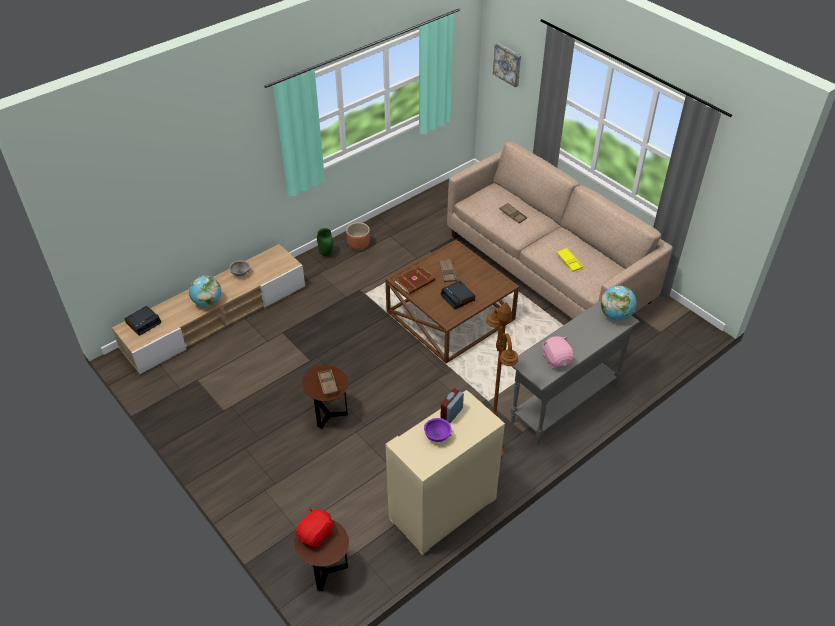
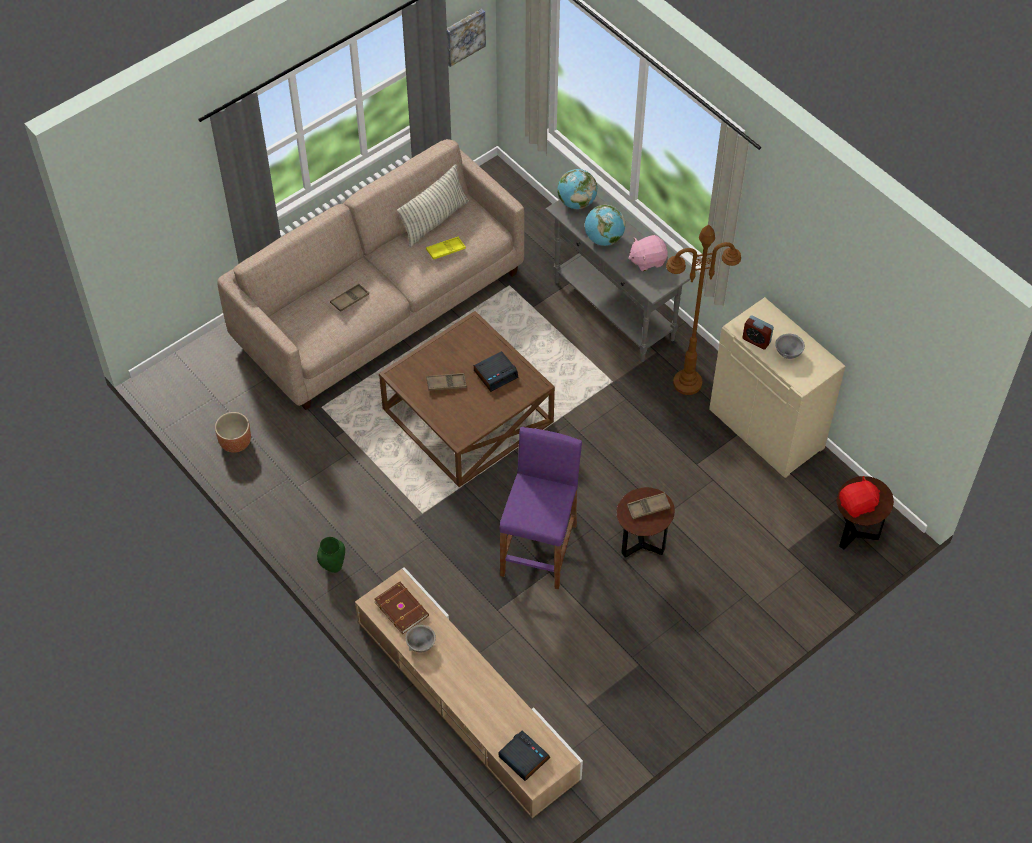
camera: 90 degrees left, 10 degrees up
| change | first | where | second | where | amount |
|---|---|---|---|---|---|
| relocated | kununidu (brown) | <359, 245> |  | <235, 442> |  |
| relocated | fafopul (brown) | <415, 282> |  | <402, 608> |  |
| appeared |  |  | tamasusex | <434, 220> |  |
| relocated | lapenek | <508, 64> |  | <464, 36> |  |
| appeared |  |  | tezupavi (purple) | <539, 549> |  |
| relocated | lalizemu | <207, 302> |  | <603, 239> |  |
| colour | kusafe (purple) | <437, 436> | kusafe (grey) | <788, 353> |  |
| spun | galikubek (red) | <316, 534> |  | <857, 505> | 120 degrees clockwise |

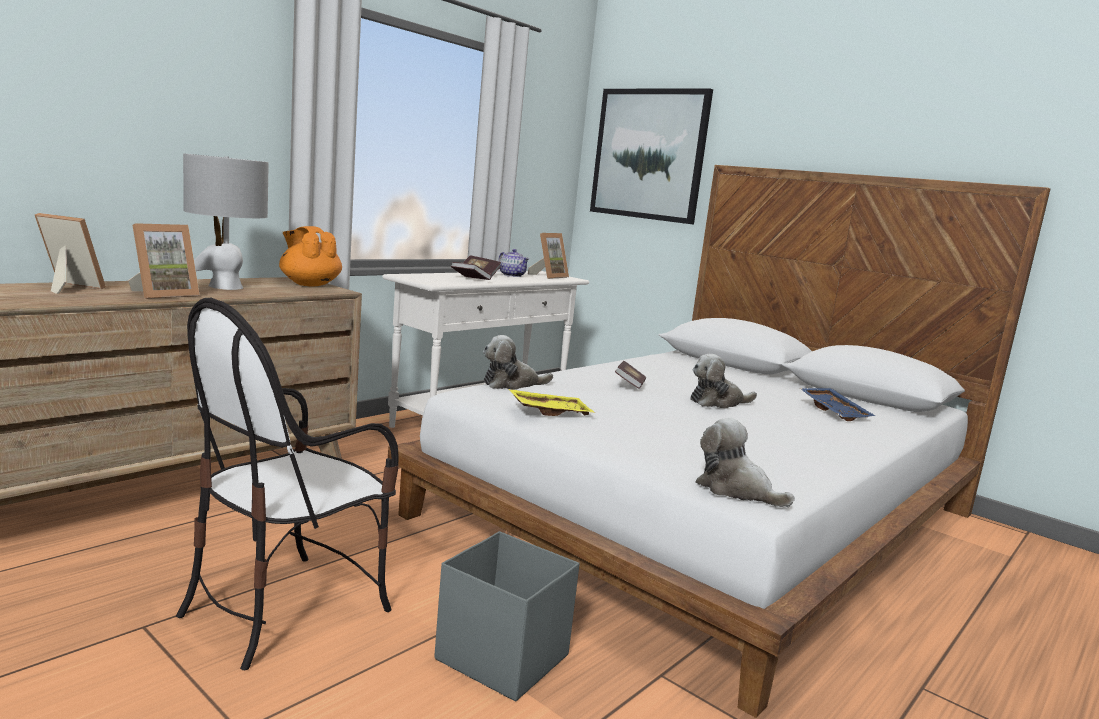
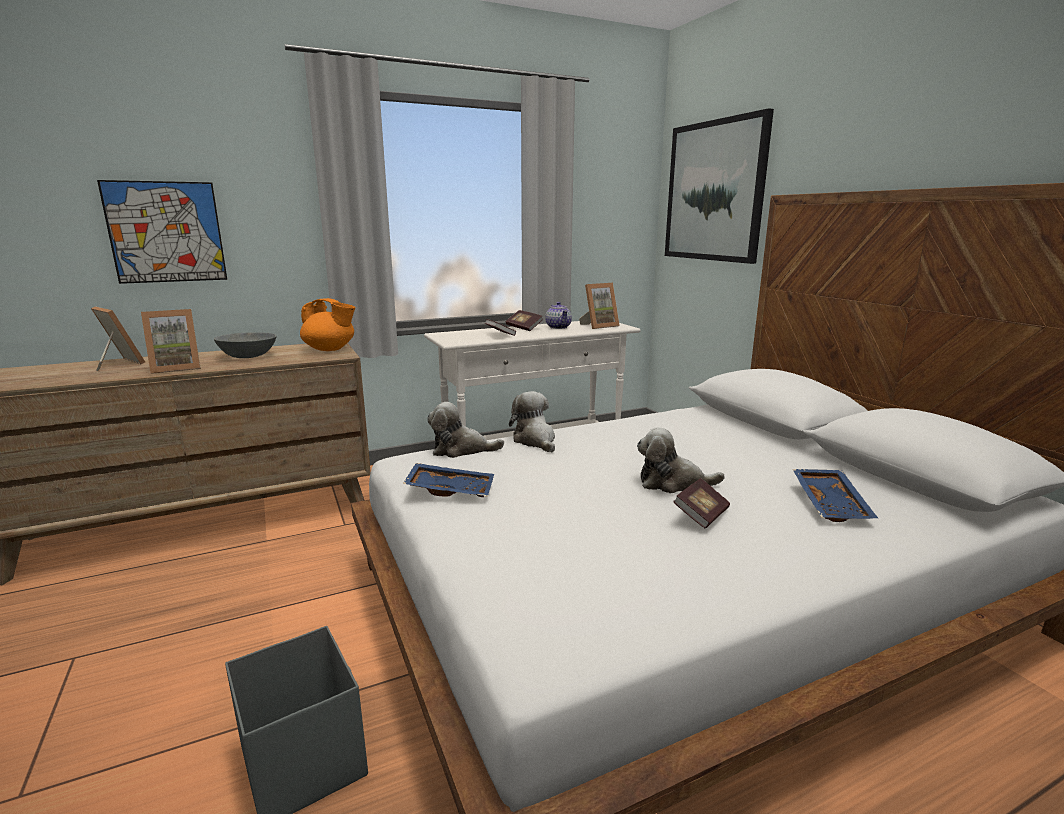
camera: 25 degrees right, 5 degrees up
| change | first | where | second | where | amount |
|---|---|---|---|---|---|
| appeared |  |  | lapenek | <166, 232> |  |
| exchanged | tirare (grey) | <225, 287> | kusafe (grey) | <248, 356> |  |
| spun | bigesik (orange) | <309, 284> |  | <330, 349> | 135 degrees clockwise |
| colour | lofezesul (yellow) | <549, 412> | lofezesul (blue) | <451, 489> |  |
| relocated | galikubek | <736, 490> |  | <535, 440> |  |
| relocated | fafopul | <629, 384> |  | <701, 515> |  |
| missing | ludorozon | <285, 608> |  |  |  |

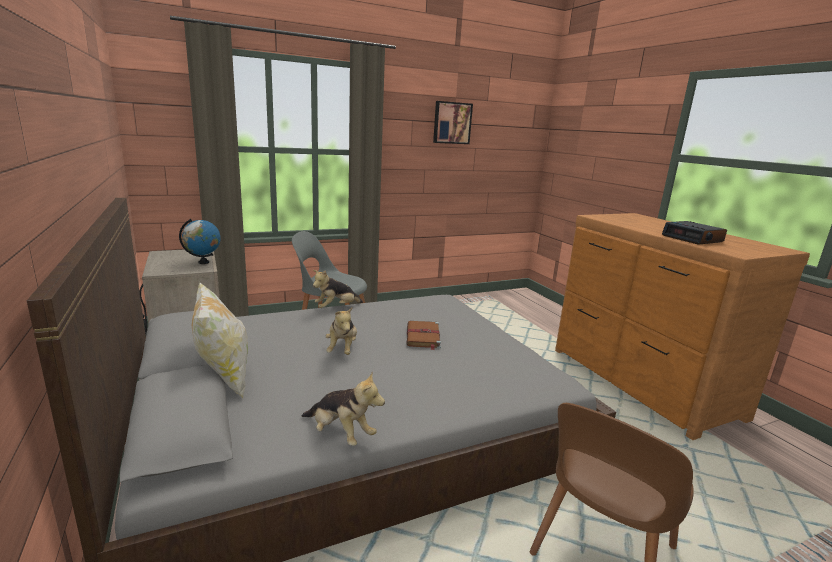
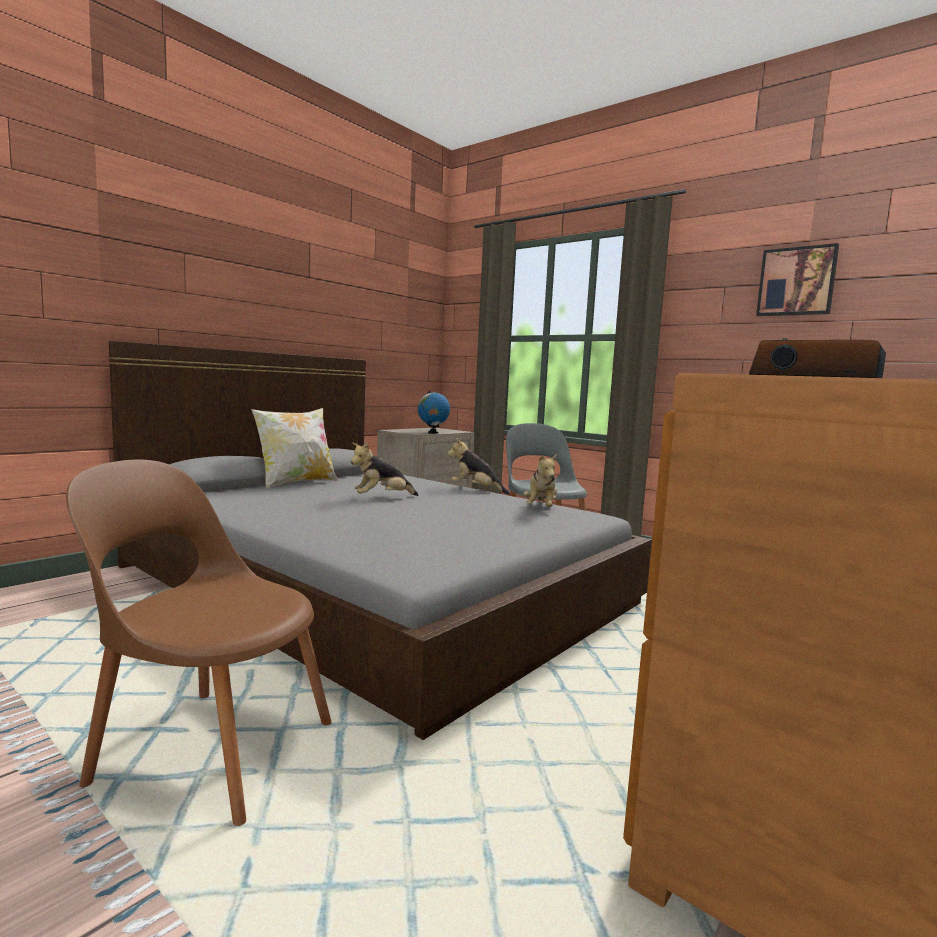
camera: 65 degrees right, 10 degrees down
| change | first | where | second | where | amount |
|---|---|---|---|---|---|
| relocated | galikubek | <340, 434> |  | <541, 508> |  |
| missing | fafopul (brown) | <423, 336> |  |  |  |

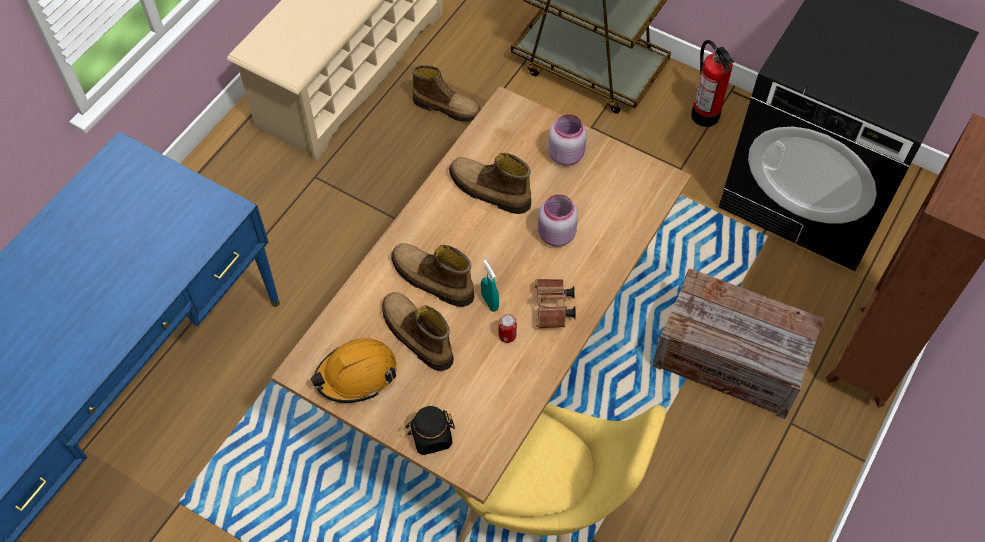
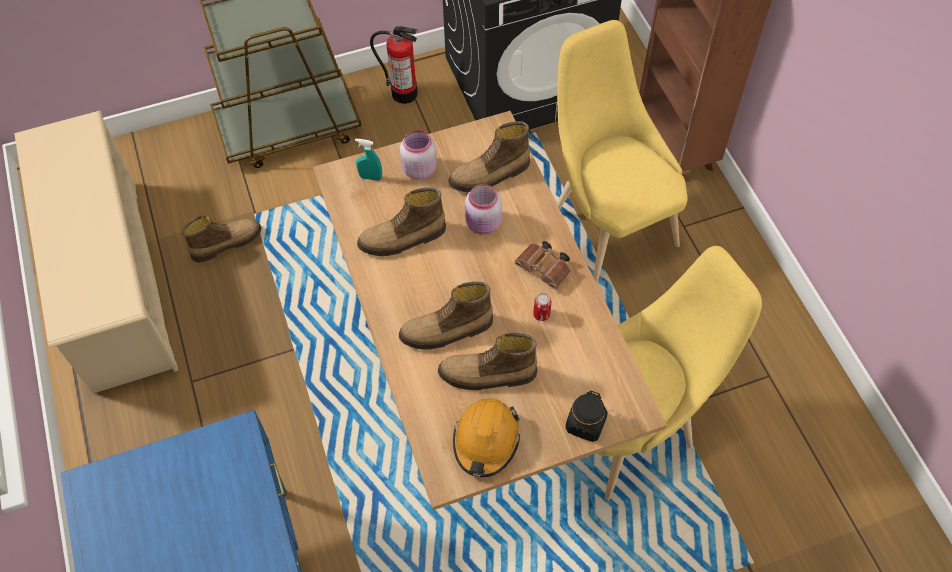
camera: 50 degrees left, 0 degrees up
| change | first | where | second | where | amount |
|---|---|---|---|---|---|
| relocated | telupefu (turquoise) | <489, 302> |  | <370, 177> |  |
| appeared |  |  | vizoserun | <490, 176> |  |
| exchanged | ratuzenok | <731, 359> | ludorozon (yellow) | <608, 223> |  |

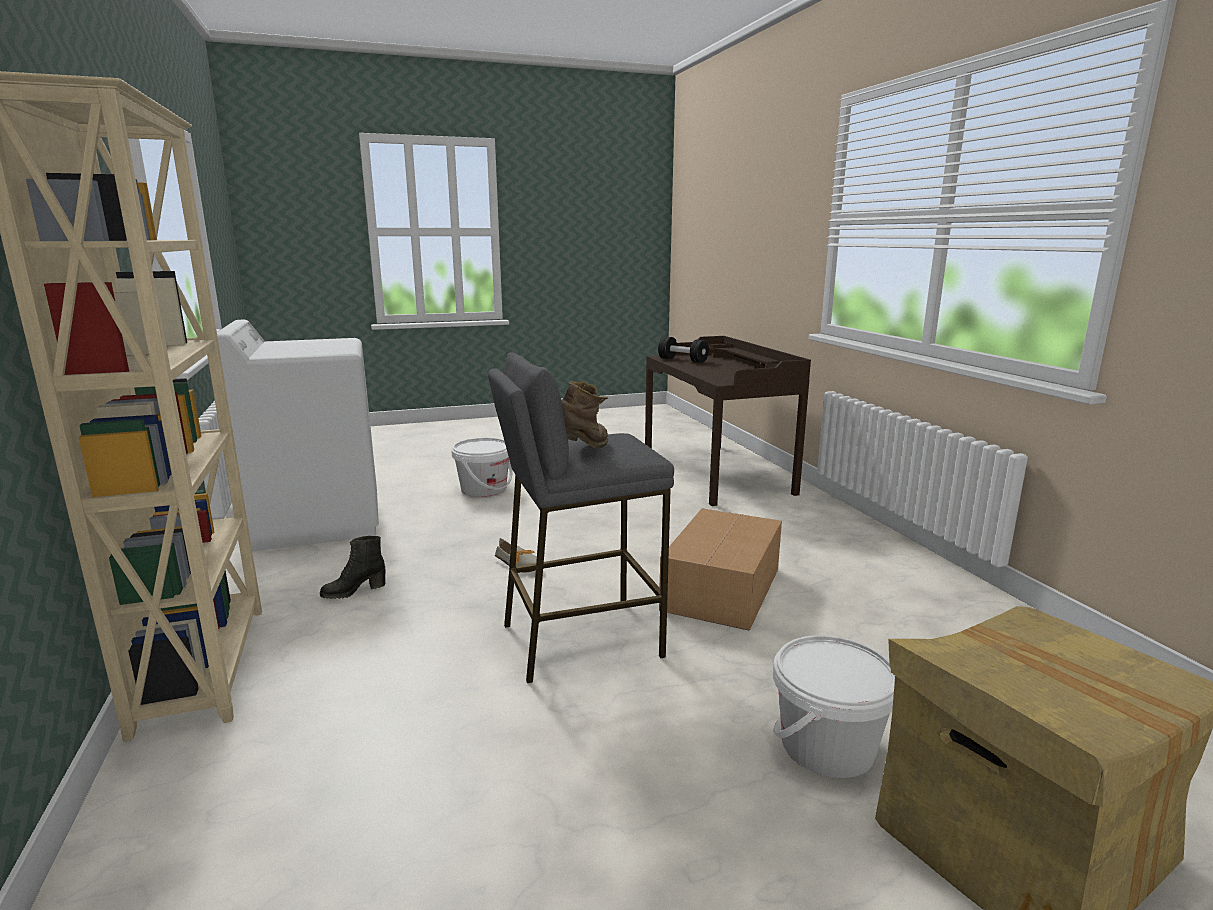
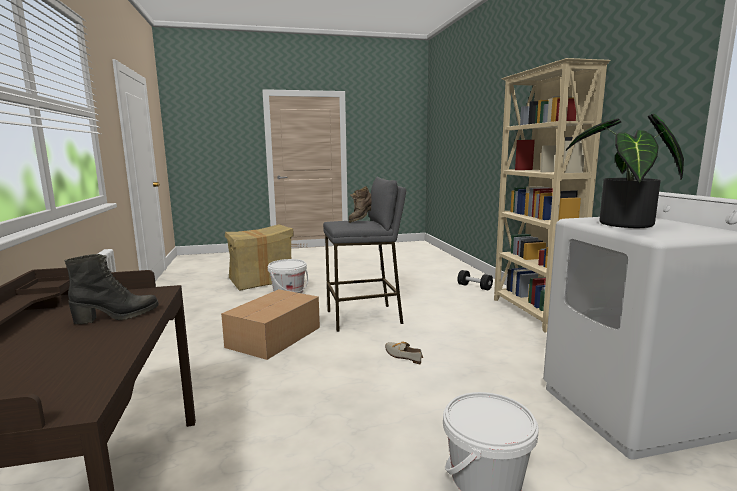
camera: 175 degrees left, 5 degrees down
| change | first | where | second | where | amount |
|---|---|---|---|---|---|
| relocated | vizoserun (black) | <354, 591> |  | <117, 316> |  |
| relocated | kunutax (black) | <682, 360> |  | <474, 287> |  |
| appeared |  |  | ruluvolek | <622, 225> |  |

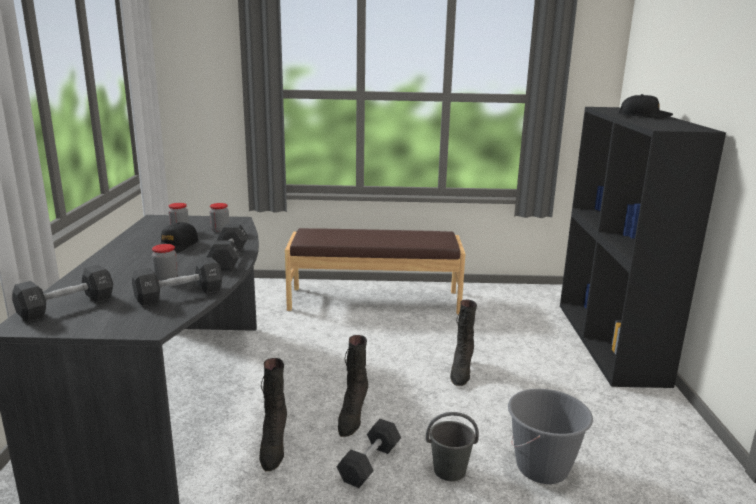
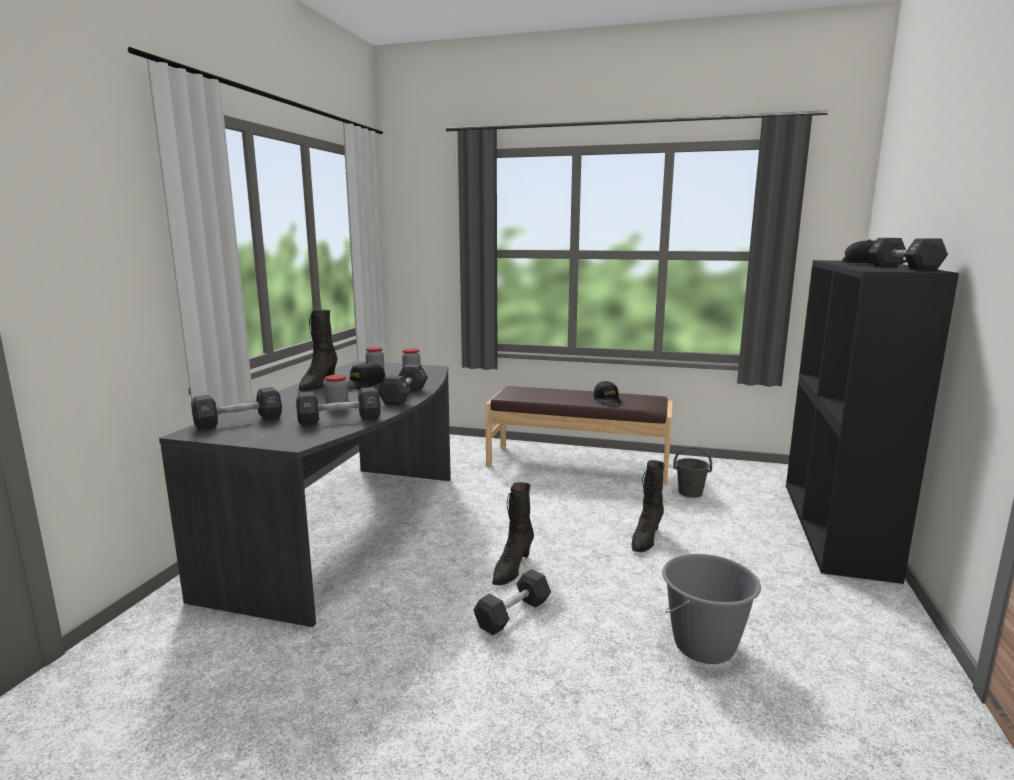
camera: 15 degrees right, 5 degrees down
| change | first | where | second | where | amount |
|---|---|---|---|---|---|
| relocated | vizoserun (black) | <273, 448> |  | <317, 385> |  |
| appeared |  |  | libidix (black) | <607, 400> |  |
| relocated | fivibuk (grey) | <450, 470> |  | <690, 492> |  |
| appeared |  |  | kunutax (black) | <903, 268> |  |

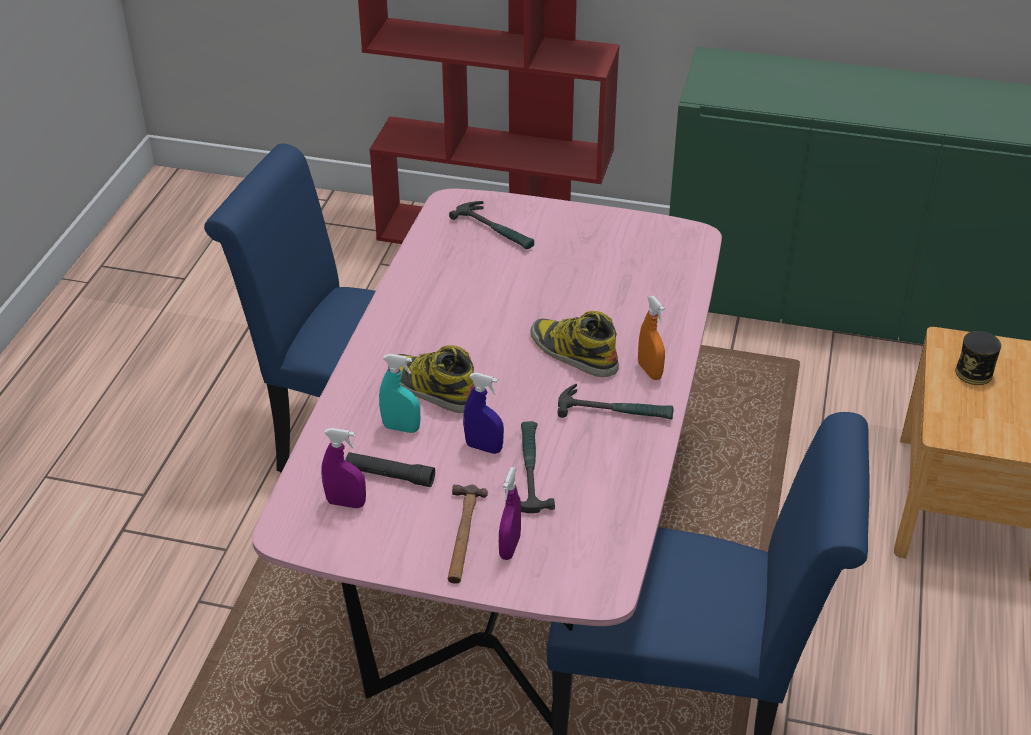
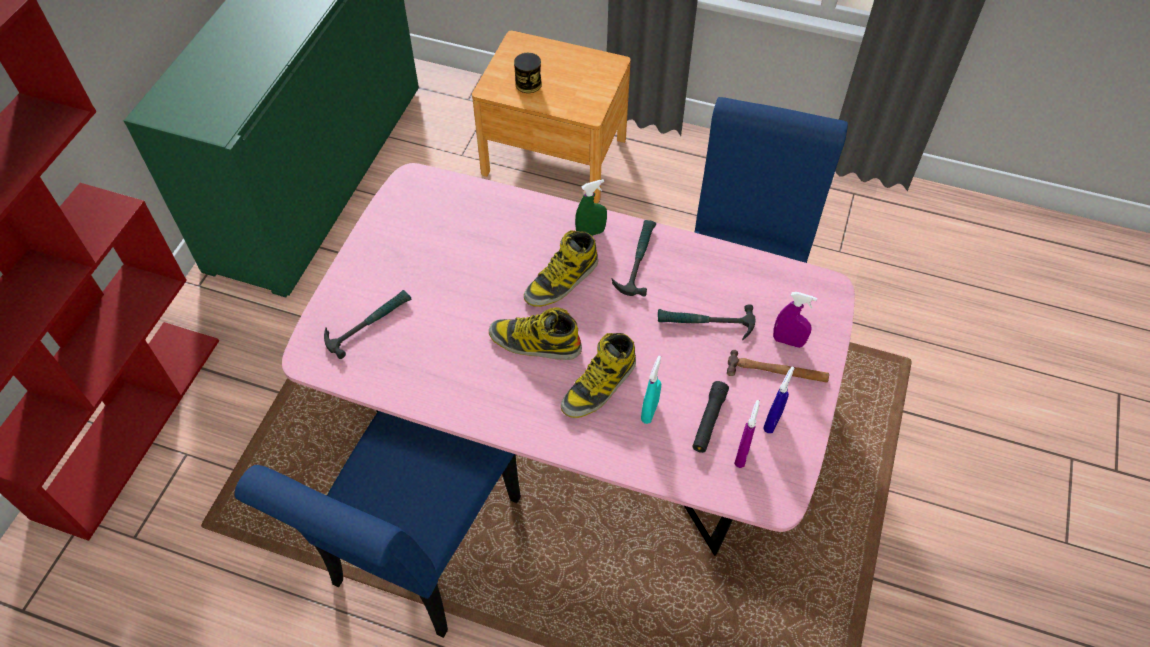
camera: 85 degrees left, 15 degrees up
| change | first | where | second | where | amount |
|---|---|---|---|---|---|
| appeared |  |  | vizoserun | <534, 343> |  |
| colour | telupefu (orange) | <649, 371> | telupefu (green) | <590, 233> |  |
| relocated | telupefu (blue) | <483, 447> |  | <772, 421> |  |

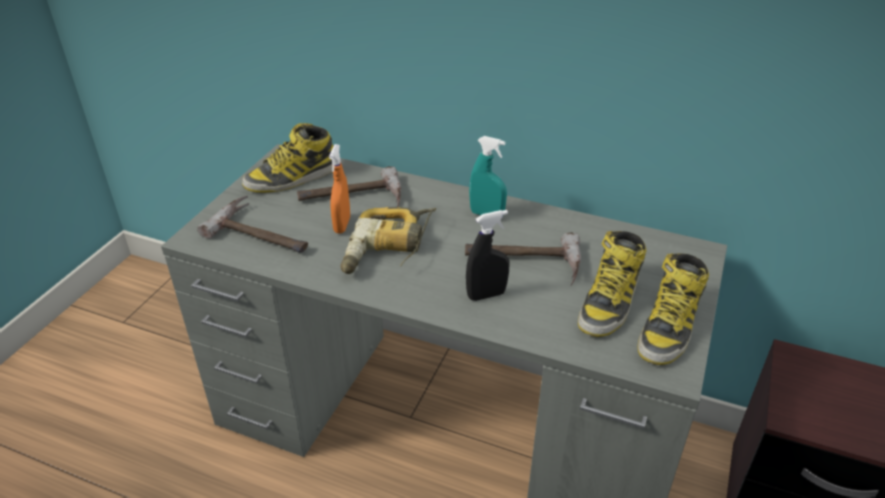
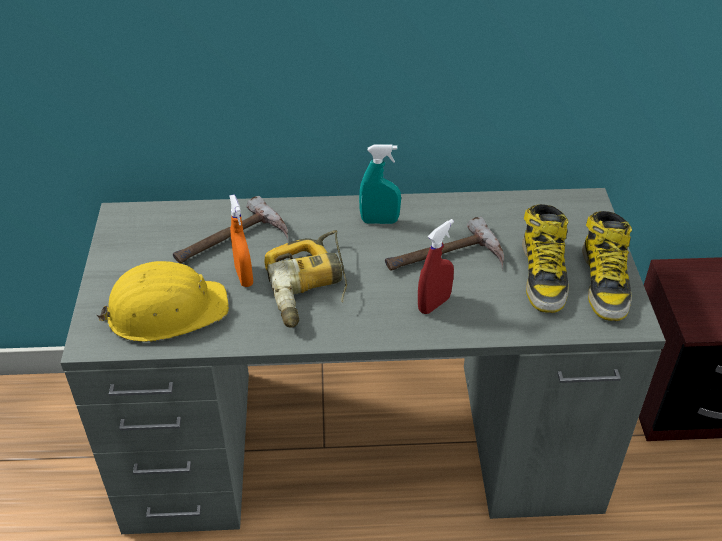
camera: 25 degrees left, 5 degrees up
| change | first | where | second | where | amount |
|---|---|---|---|---|---|
| exchanged | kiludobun | <263, 232> | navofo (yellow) | <166, 310> |  |
| colour | telupefu (black) | <486, 295> | telupefu (red) | <434, 304> |  |
| missing | vizoserun | <292, 178> |  |  |  |

